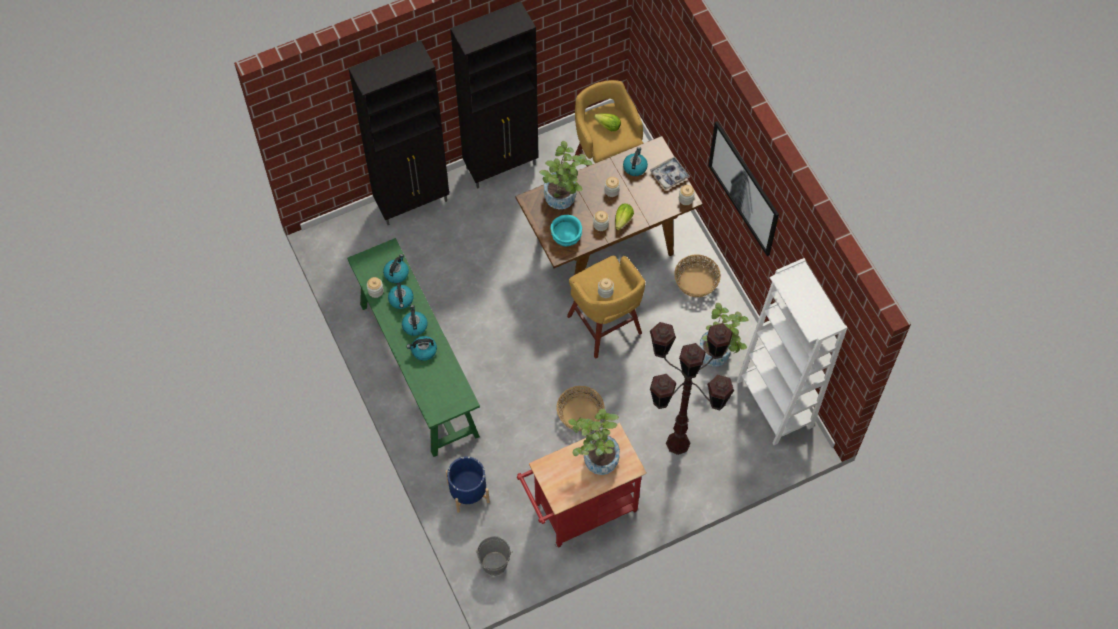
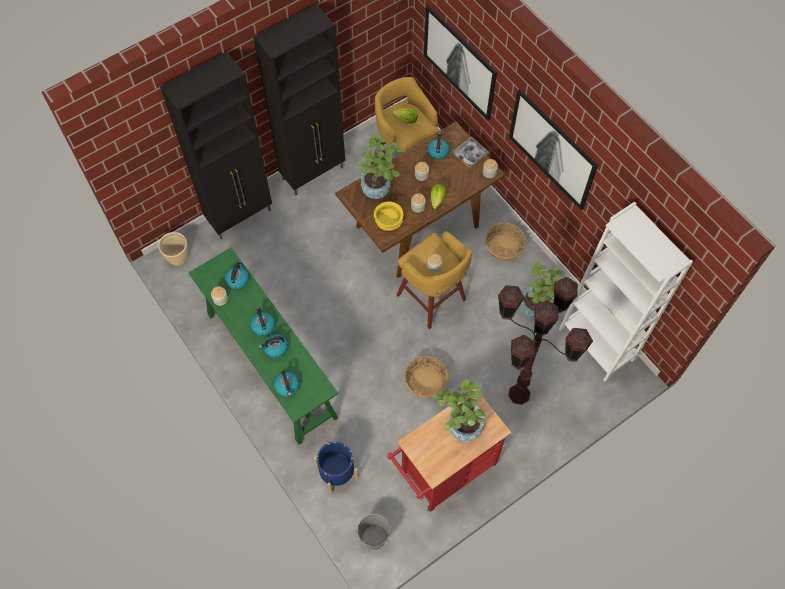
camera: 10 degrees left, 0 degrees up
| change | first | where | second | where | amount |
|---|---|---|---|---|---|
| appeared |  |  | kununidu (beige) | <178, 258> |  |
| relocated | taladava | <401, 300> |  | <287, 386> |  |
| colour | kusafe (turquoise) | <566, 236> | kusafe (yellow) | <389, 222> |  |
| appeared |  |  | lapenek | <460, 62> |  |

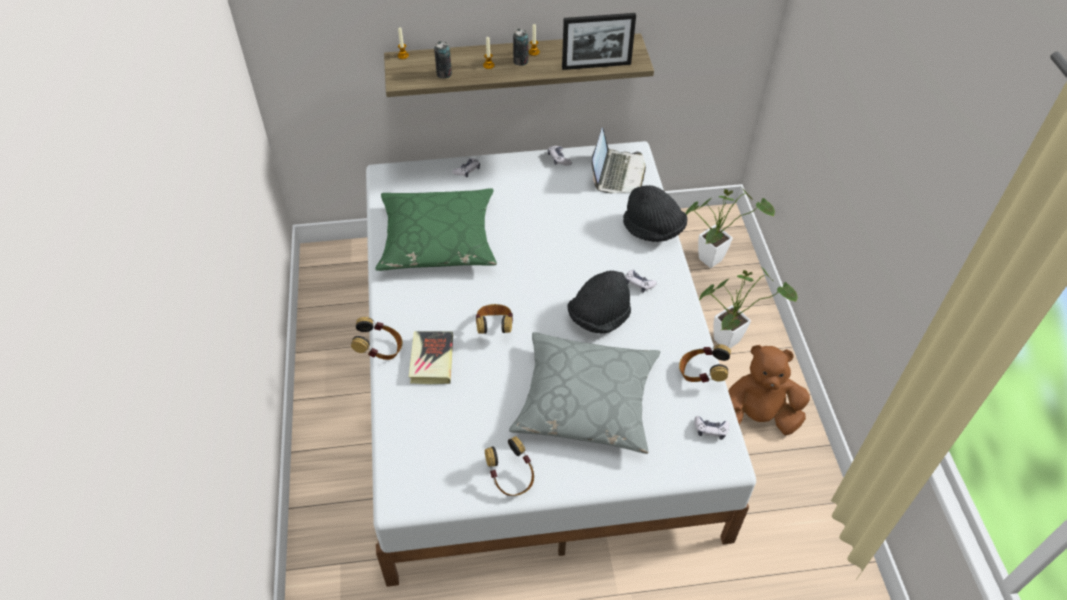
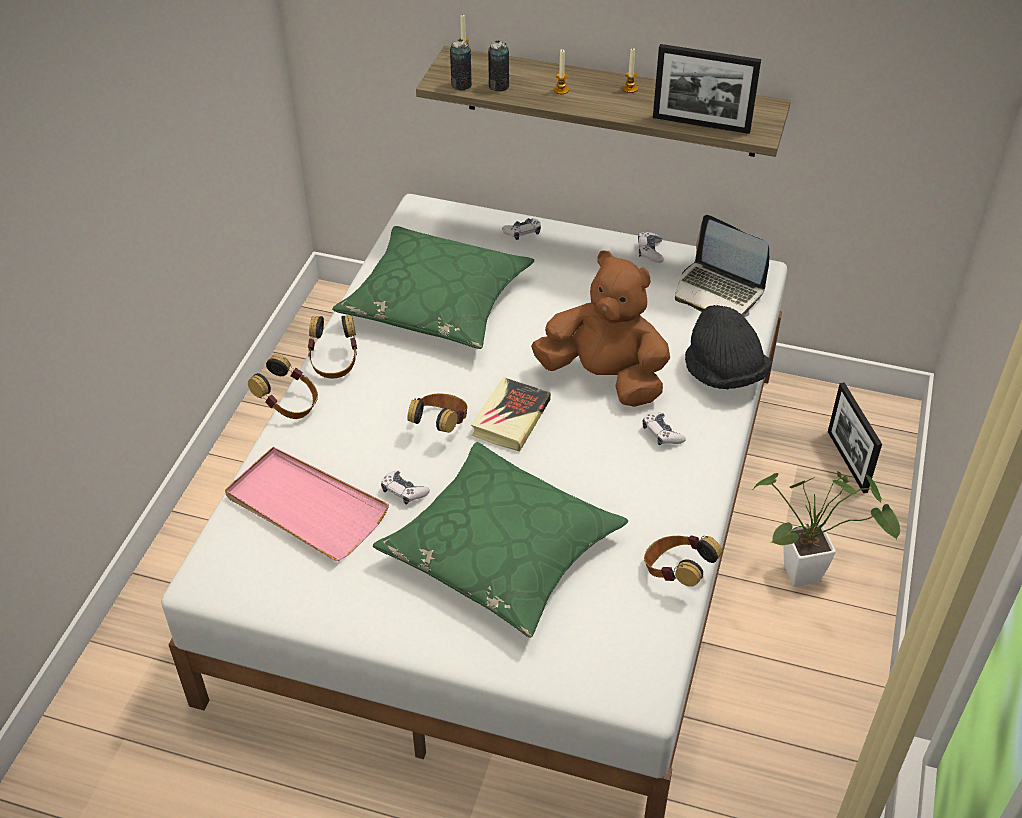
camera: 25 degrees right, 5 degrees down
| change | first | where | second | where | amount |
|---|---|---|---|---|---|
| appeared |  |  | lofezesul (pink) | <305, 507> |  |
| relocated | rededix | <511, 478> |  | <334, 363> |  |
| colour | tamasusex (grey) | <586, 400> | tamasusex (green) | <501, 551> |  |
| relocated | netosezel | <710, 430> |  | <404, 491> |  |
| relocated | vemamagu | <520, 61> |  | <461, 85> |  |
| relocated | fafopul | <432, 360> |  | <511, 418> |  |
| relocated | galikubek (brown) | <757, 417> |  | <604, 377> |  |
| spun | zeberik | <617, 173> |  | <718, 291> | 90 degrees clockwise |
| exchanged | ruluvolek | <714, 257> | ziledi | <847, 461> |  |
| missing | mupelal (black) | <599, 317> |  |  |  |

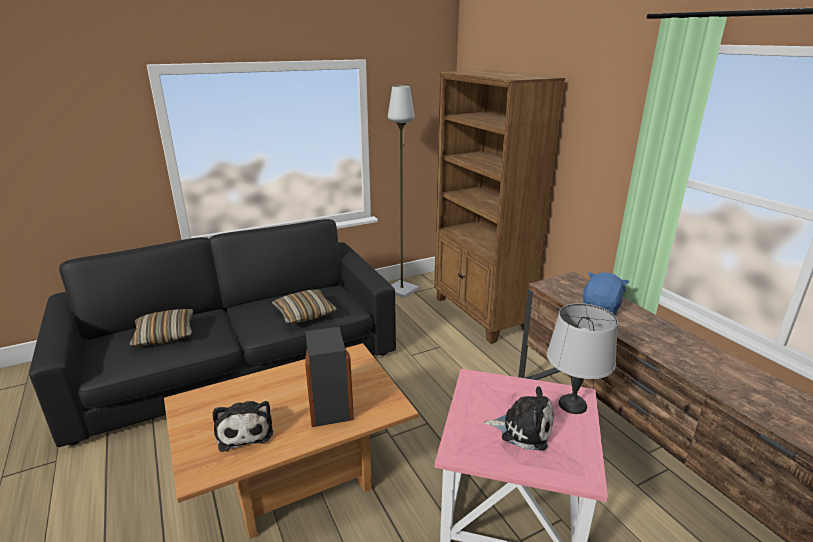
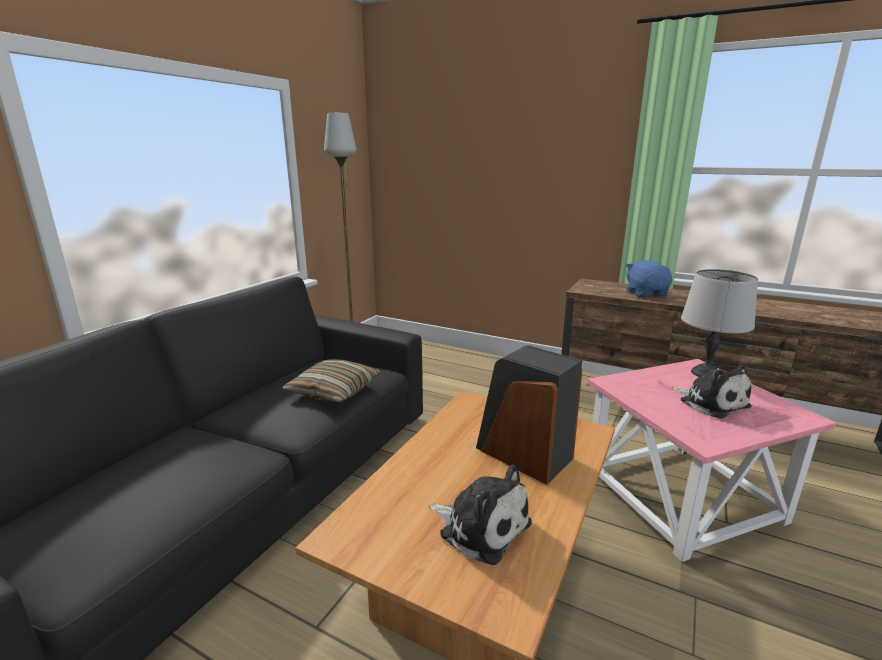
camera: 35 degrees left, 5 degrees down
| change | first | where | second | where | amount |
|---|---|---|---|---|---|
| spun | galikubek | <523, 429> |  | <711, 402> | 75 degrees clockwise |
| missing | tamasusex | <165, 335> |  |  |  |
| missing | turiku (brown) | <481, 314> |  |  |  |

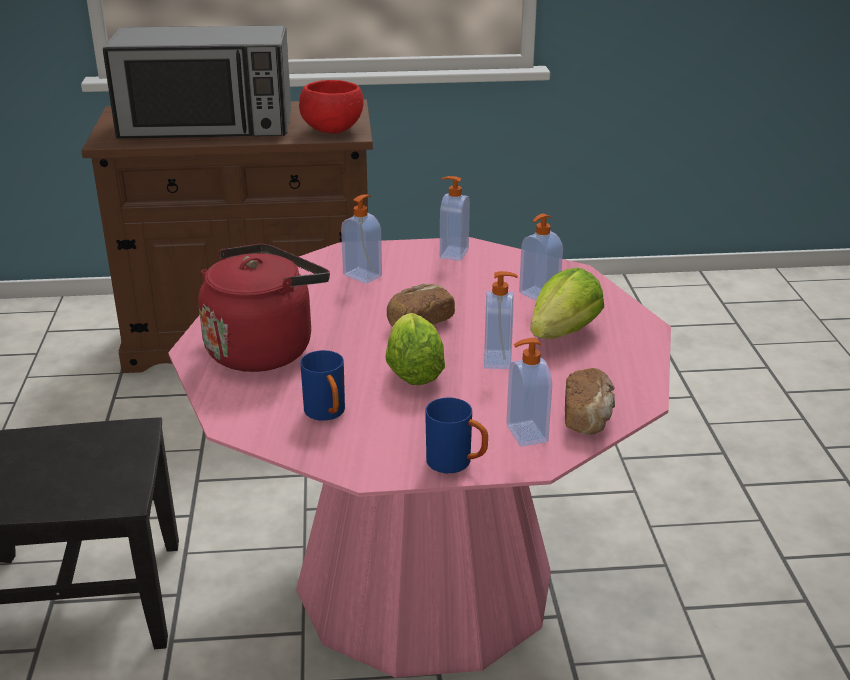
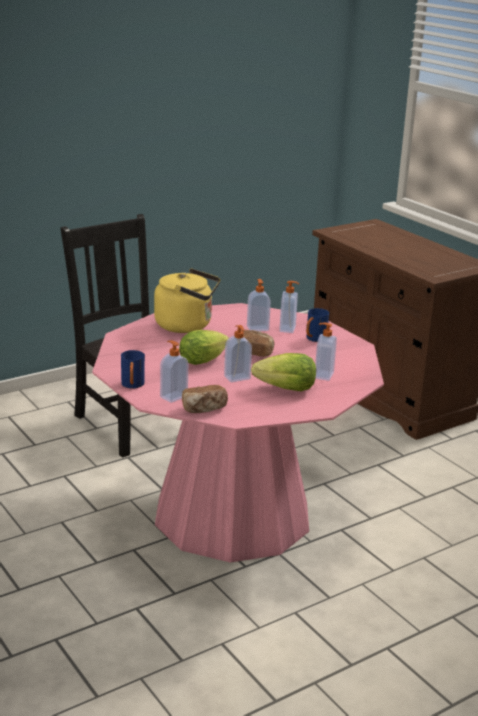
camera: 60 degrees right, 5 degrees down
| change | first | where | second | where | amount |
|---|---|---|---|---|---|
| colour | taladava (red) | <264, 348> | taladava (yellow) | <187, 325> |  |
| relocated | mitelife | <453, 253> |  | <257, 328> |  |
| relocated | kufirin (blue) | <327, 414> |  | <314, 339> |  |
| missing | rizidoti | <207, 127> |  |  |  |
| missing | kusafe (red) | <331, 130> |  |  |  |

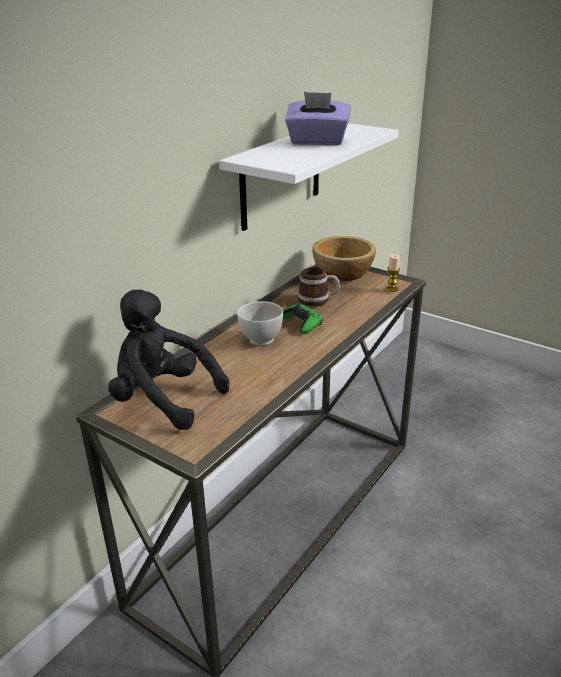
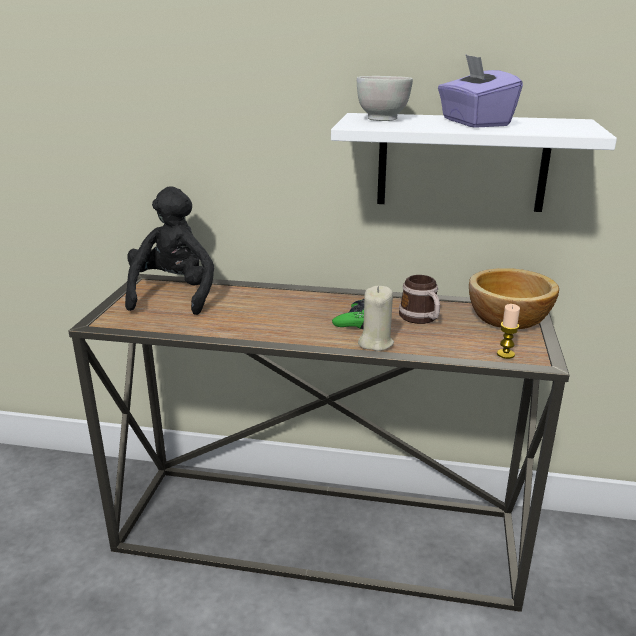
camera: 65 degrees right, 5 degrees down
| change | first | where | second | where | amount |
|---|---|---|---|---|---|
| relocated | kusafe (white) | <260, 339> |  | <382, 119> |  |
| appeared |  |  | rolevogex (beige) | <375, 343> |  |

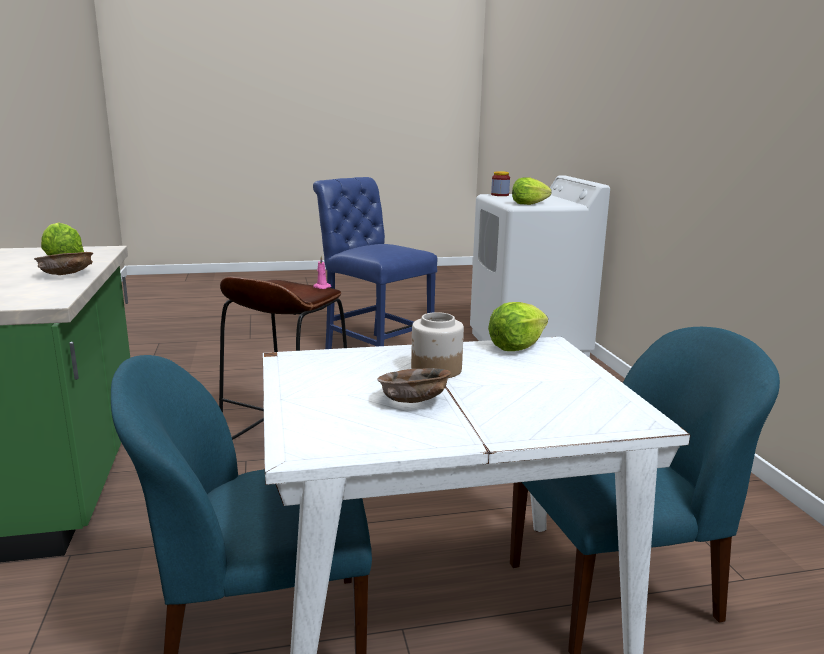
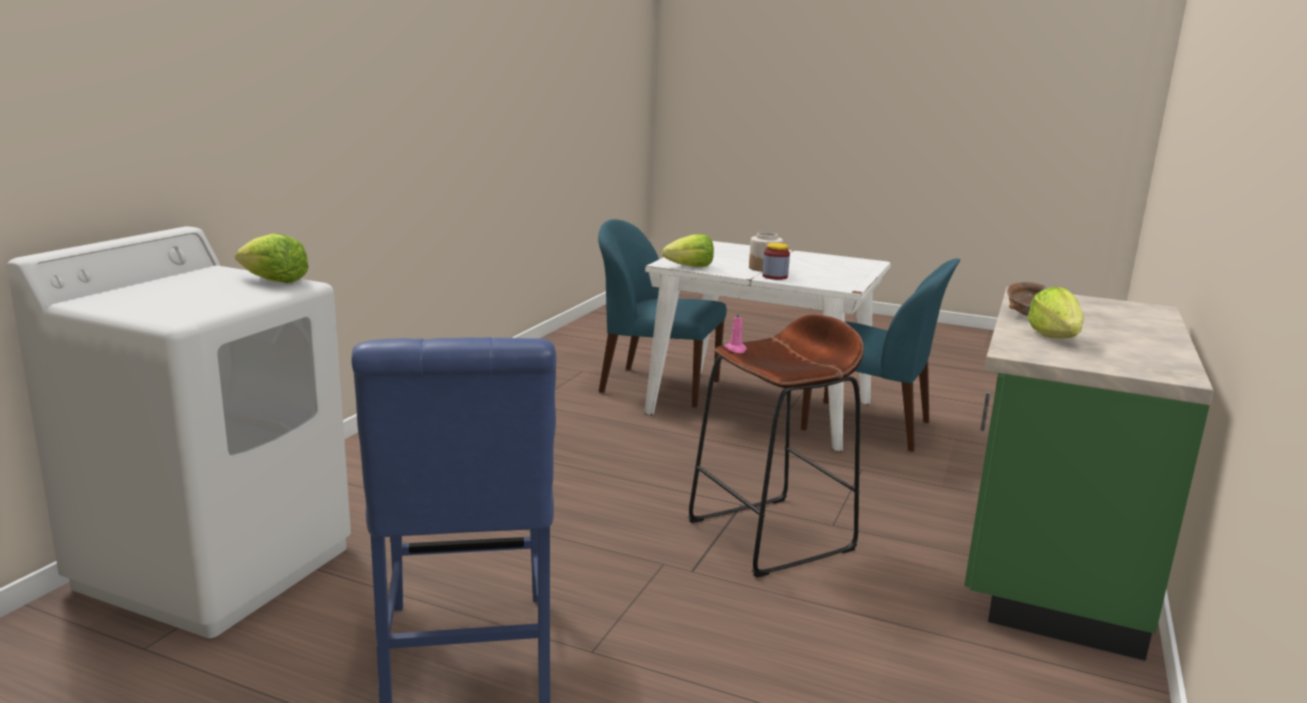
camera: 145 degrees left, 0 degrees up
| change | first | where | second | where | amount |
|---|---|---|---|---|---|
| relocated | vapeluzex | <500, 195> |  | <775, 276> |  |
| missing | kusafe (brown) | <414, 401> |  |  |  |

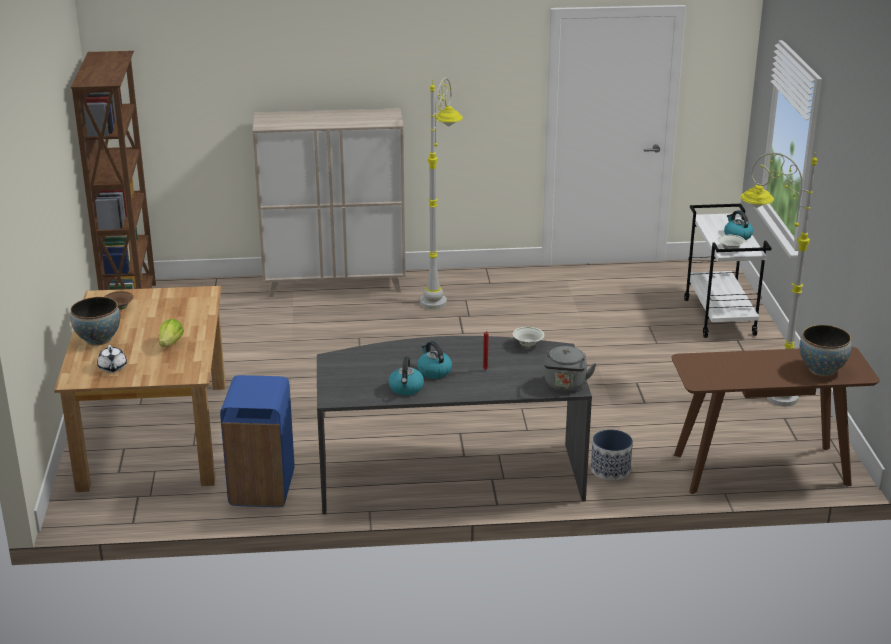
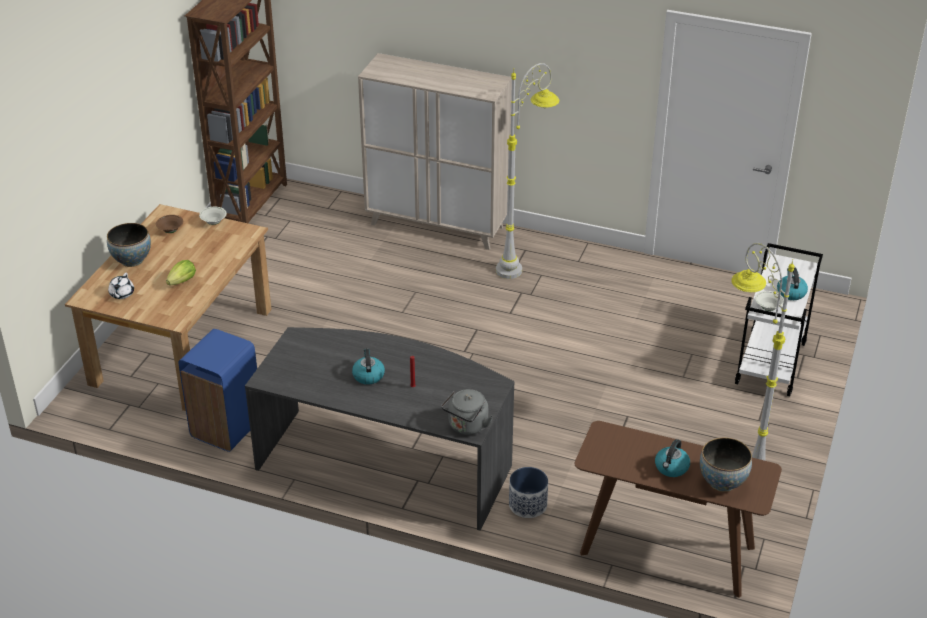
camera: 25 degrees right, 10 degrees up
| change | first | where | second | where | amount |
|---|---|---|---|---|---|
| relocated | kusafe (white) | <528, 345> |  | <213, 222> |  |
| relocated | taladava | <406, 388> |  | <671, 468> |  |

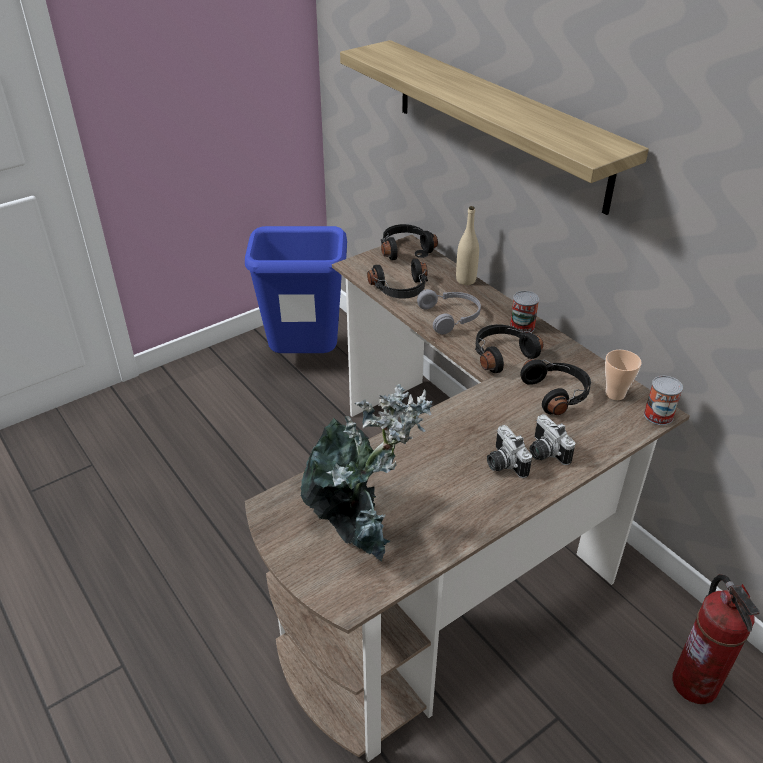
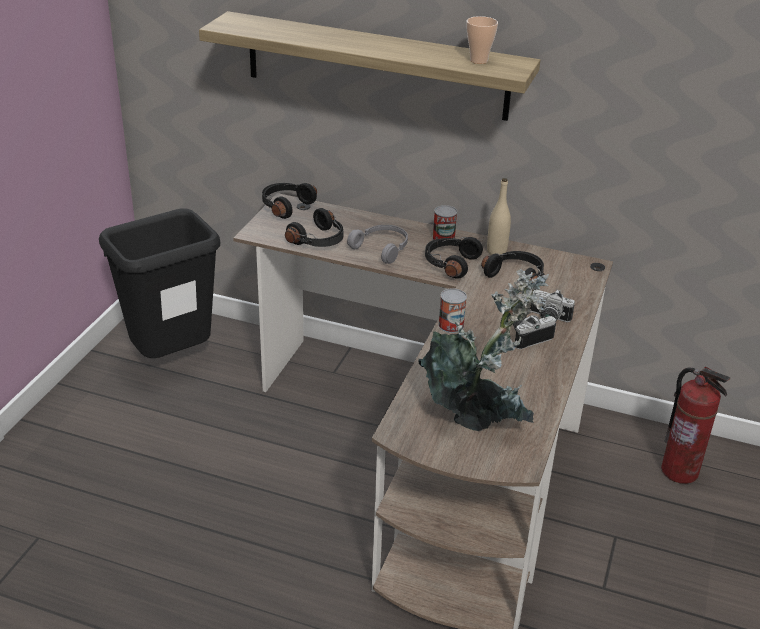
camera: 35 degrees left, 5 degrees down
| change | first | where | second | where | amount |
|---|---|---|---|---|---|
| colour | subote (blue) | <306, 359> | subote (black) | <173, 359> |  |
| relocated | vemamagu | <658, 415> |  | <451, 325> |  |
| relocated | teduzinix | <615, 394> |  | <478, 60> |  |
| relocated | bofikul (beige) | <466, 280> |  | <496, 251> |  |
| spun | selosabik | <503, 463> |  | <528, 337> | 120 degrees clockwise |

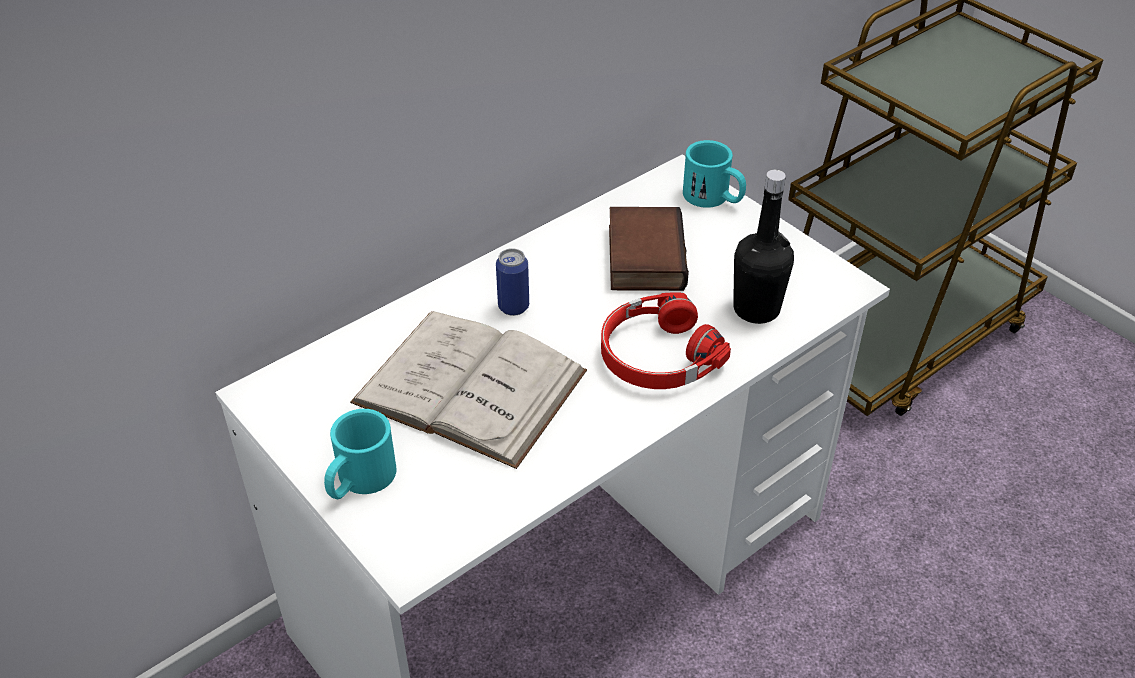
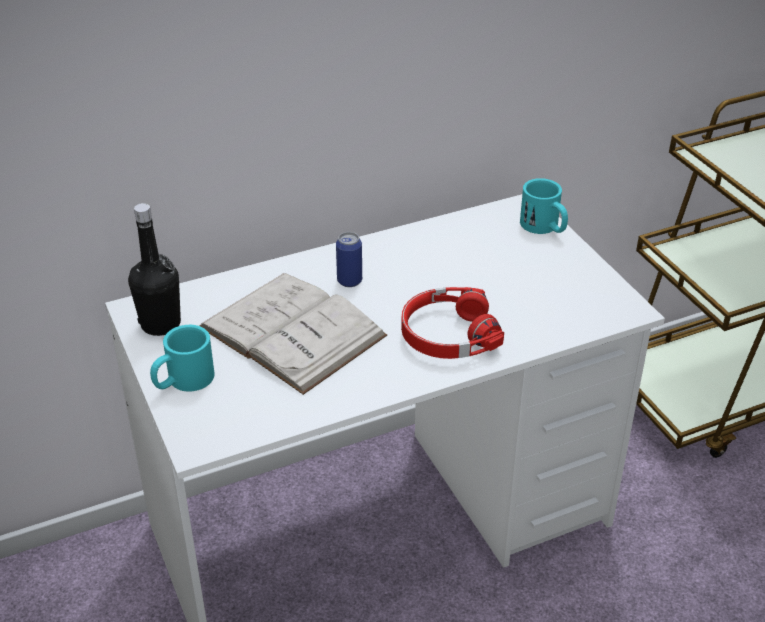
camera: 15 degrees right, 5 degrees down
| change | first | where | second | where | amount |
|---|---|---|---|---|---|
| relocated | bofikul (black) | <756, 309> |  | <161, 324> |  |
| missing | fafopul | <642, 256> |  |  |  |

